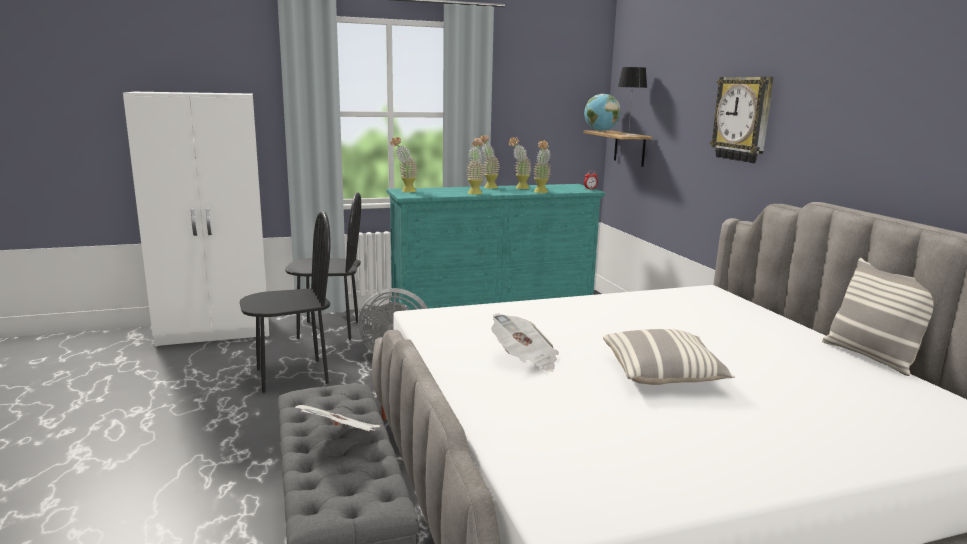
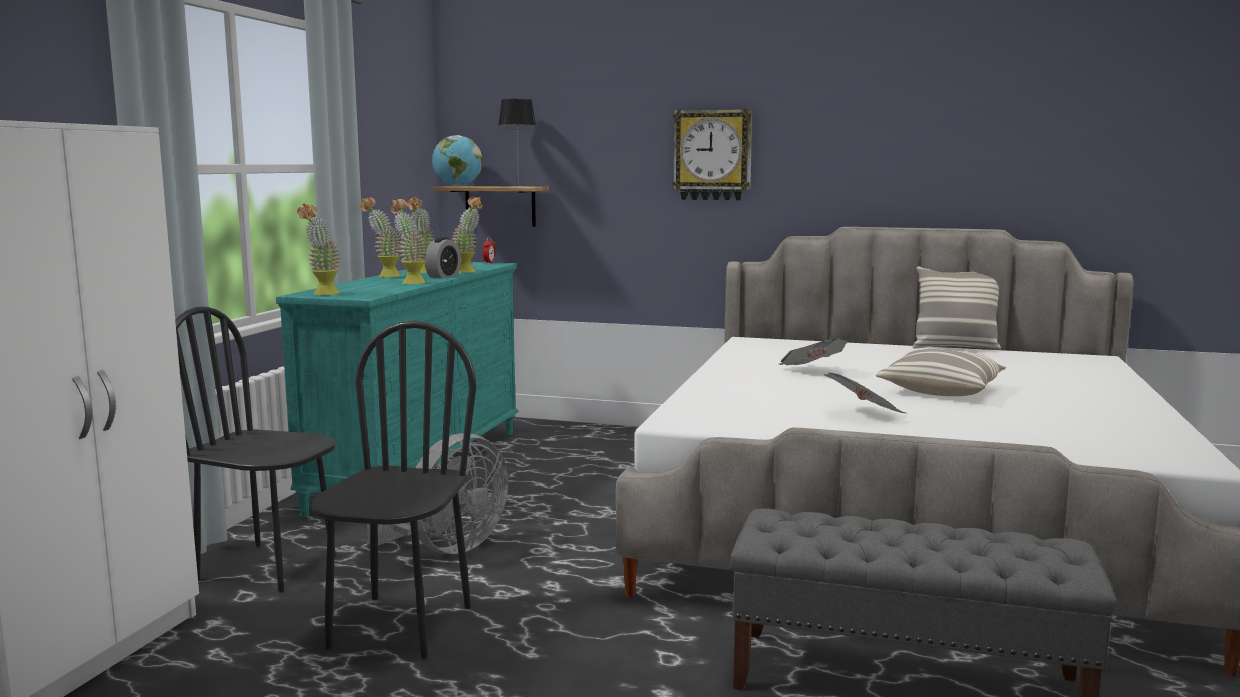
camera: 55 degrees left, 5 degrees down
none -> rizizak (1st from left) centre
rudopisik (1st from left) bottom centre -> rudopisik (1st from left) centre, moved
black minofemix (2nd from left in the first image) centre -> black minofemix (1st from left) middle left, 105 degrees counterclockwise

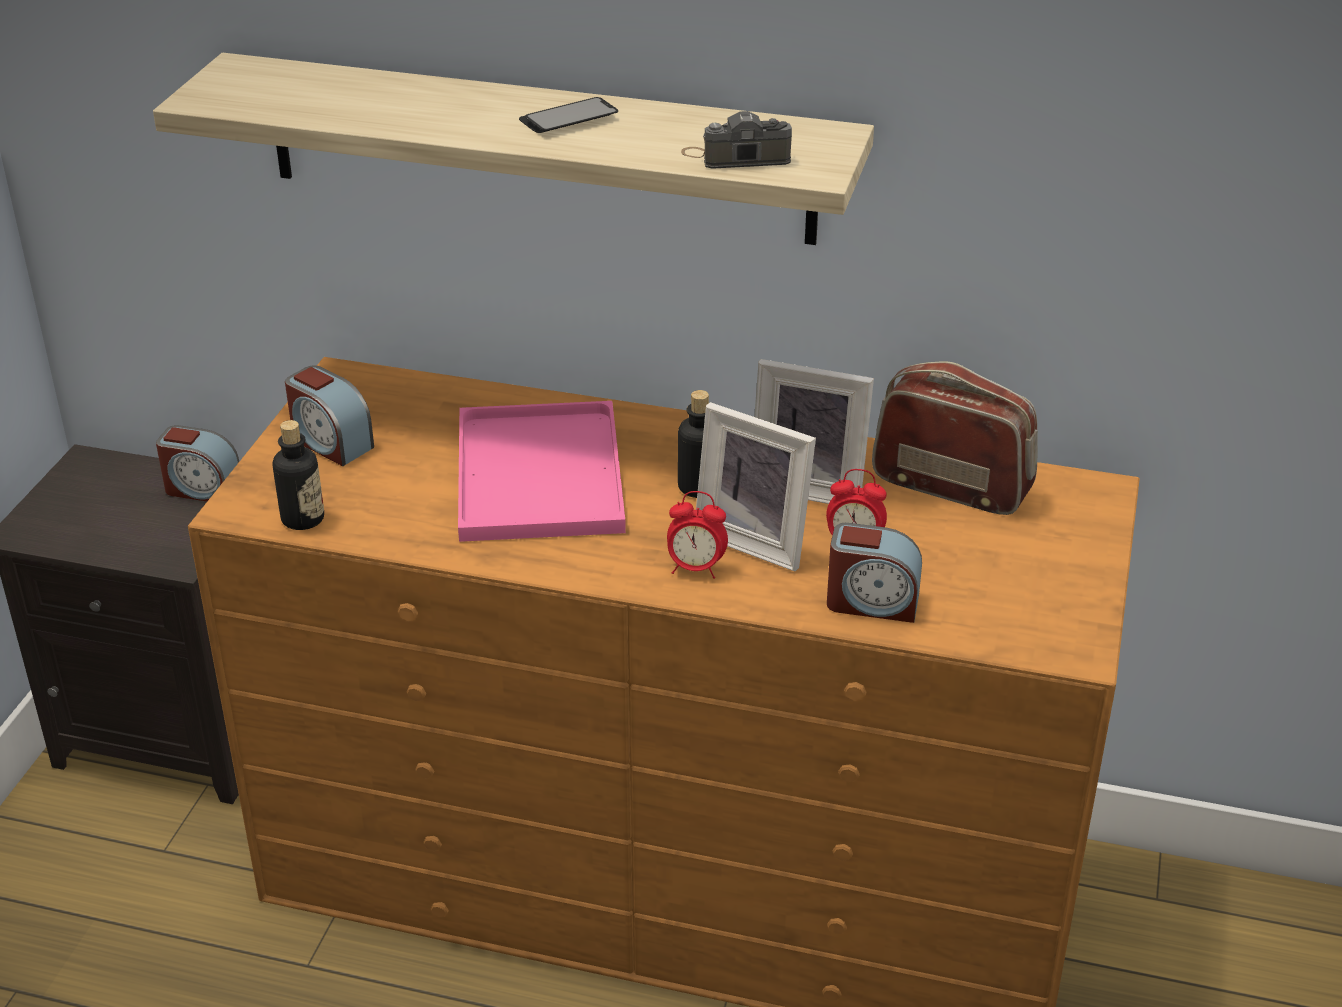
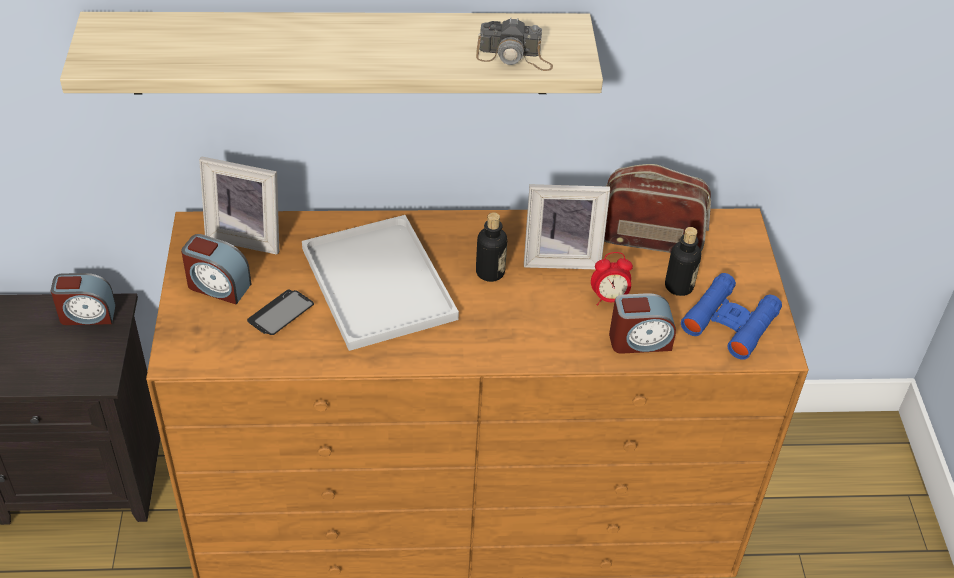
camera: 20 degrees left, 10 degrees up
rizizak (3rd from left) centre -> none
none -> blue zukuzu middle right
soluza (1st from left in the first image) middle left -> soluza (2nd from left) middle right, moved
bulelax top centre -> bulelax middle left, moved
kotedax (1st from left) centre -> kotedax (1st from left) middle left, moved
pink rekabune centre -> white rekabune centre
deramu top centre, 150 degrees counterclockwise

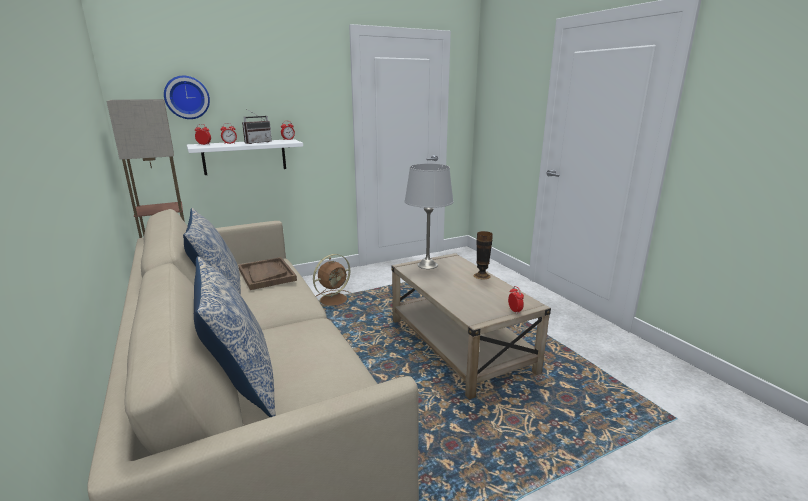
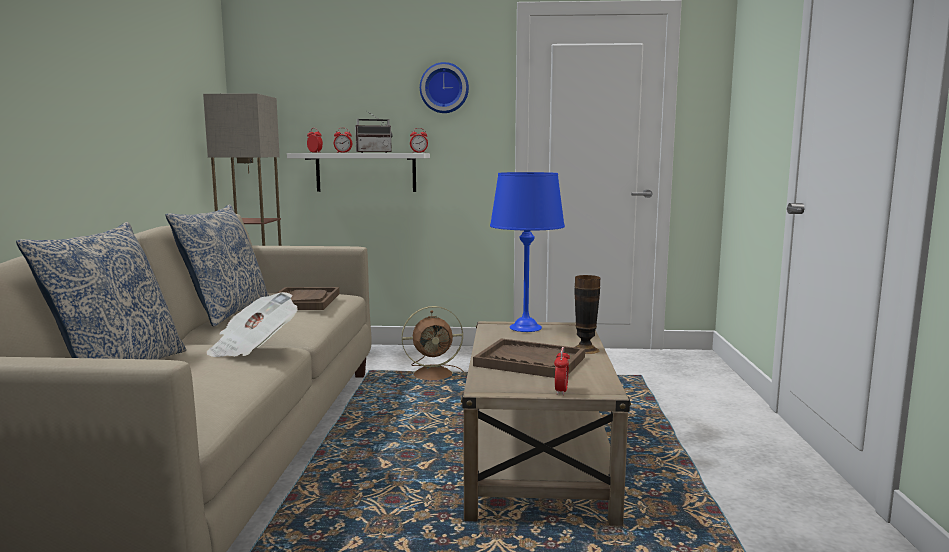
camera: 30 degrees right, 10 degrees down
none -> rudopisik middle left
none -> brown rekabune (2nd from left) centre
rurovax top left -> rurovax top centre, moved
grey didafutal centre -> blue didafutal centre

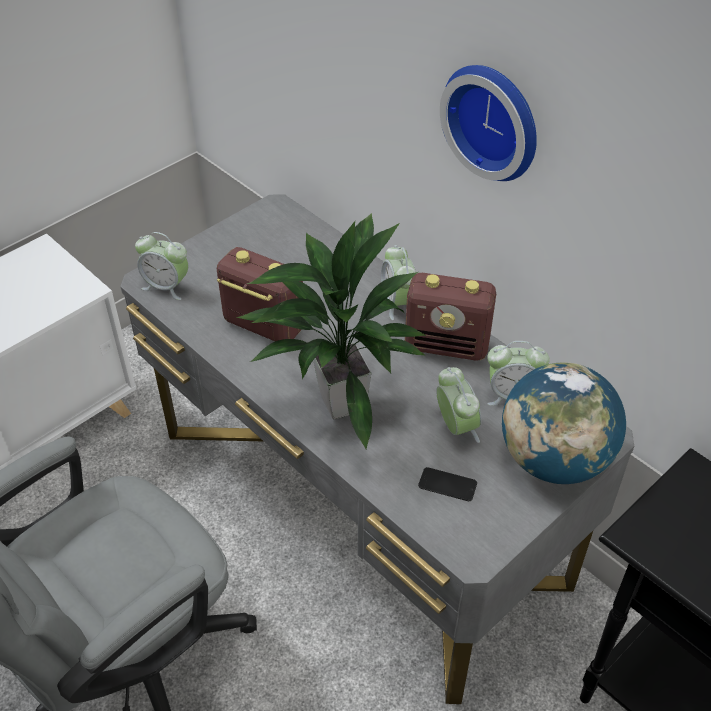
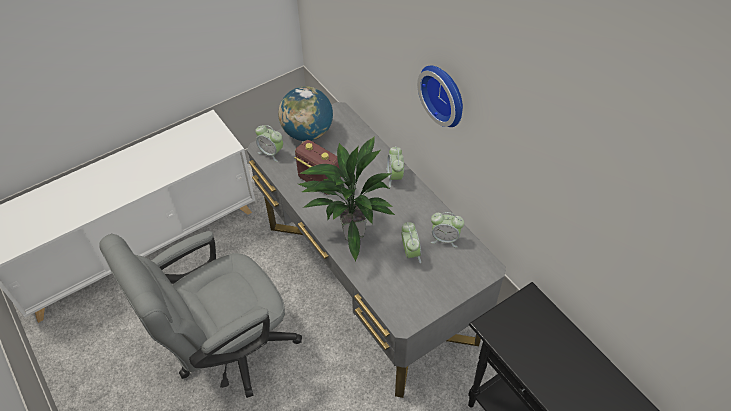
camera: 10 degrees right, 5 degrees up
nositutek (2nd from left) centre -> none
bulelax bottom centre -> none
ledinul middle right -> ledinul top centre, moved

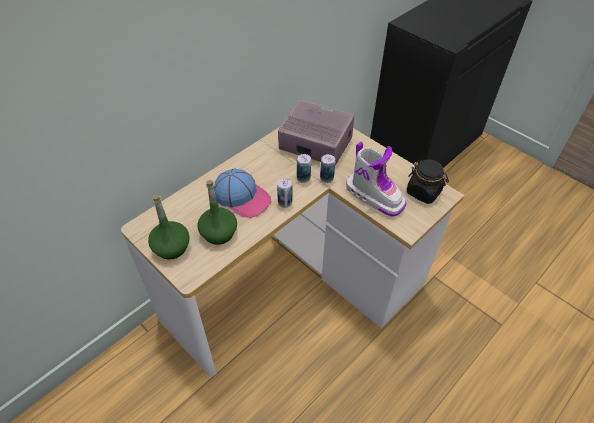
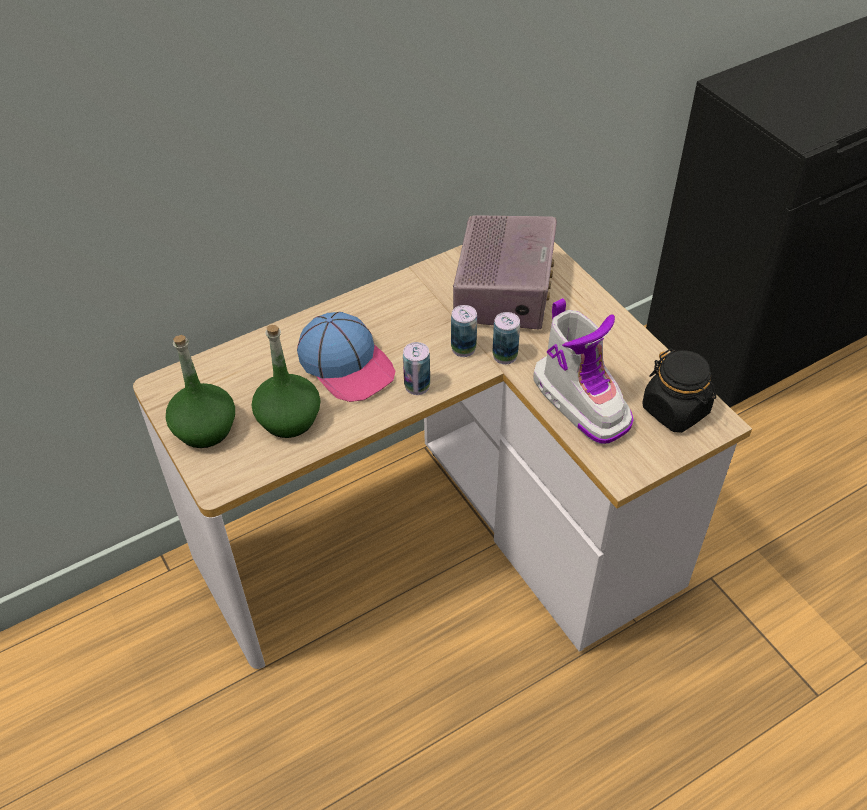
camera: 15 degrees right, 0 degrees up
nositutek top centre -> nositutek centre, 60 degrees clockwise

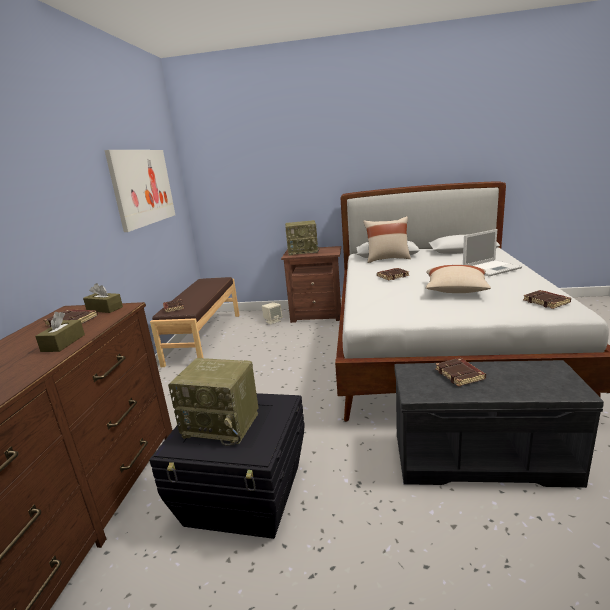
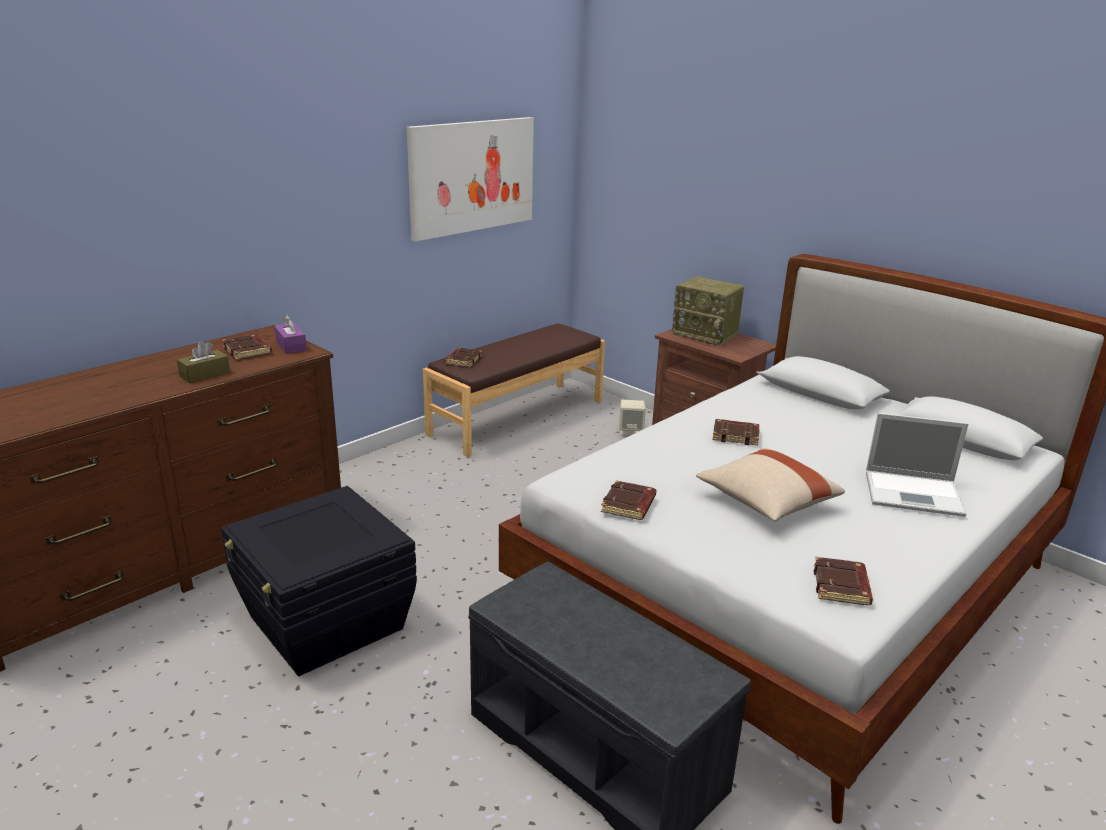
camera: 35 degrees right, 5 degrees up
nositutek (1st from left) centre -> none
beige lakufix (1st from left) centre -> none
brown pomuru (4th from left in the first image) middle right -> brown pomuru (3rd from left) centre, moved
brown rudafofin (2nd from left) middle left -> purple rudafofin middle left

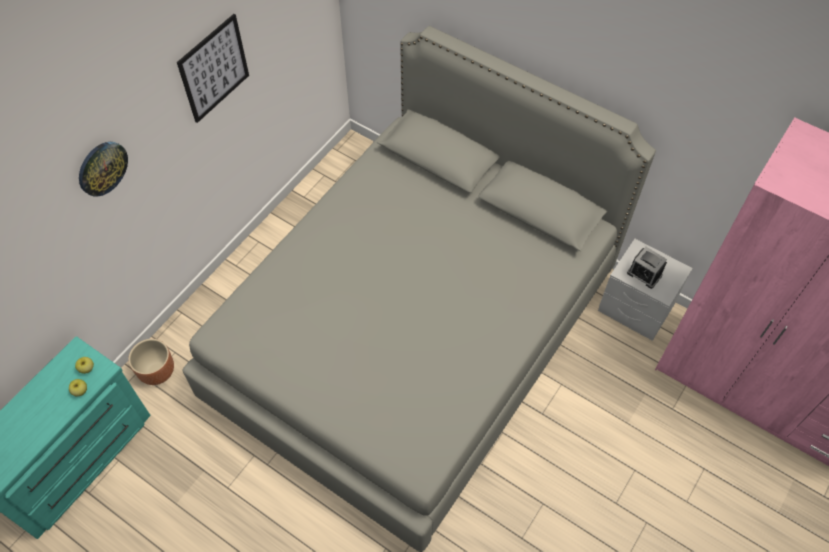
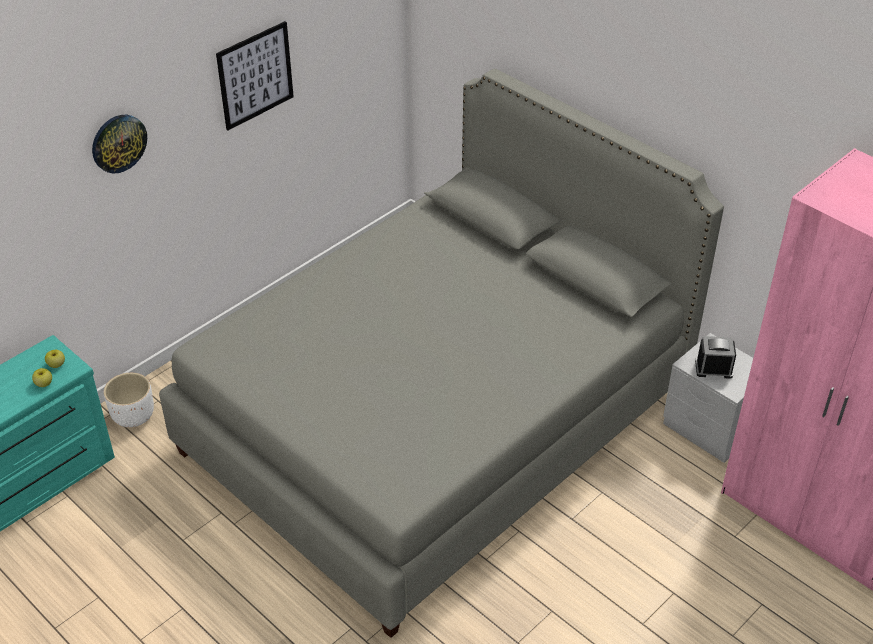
camera: 10 degrees right, 15 degrees down
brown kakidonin middle left -> white kakidonin middle left
rizizak middle right, 135 degrees clockwise

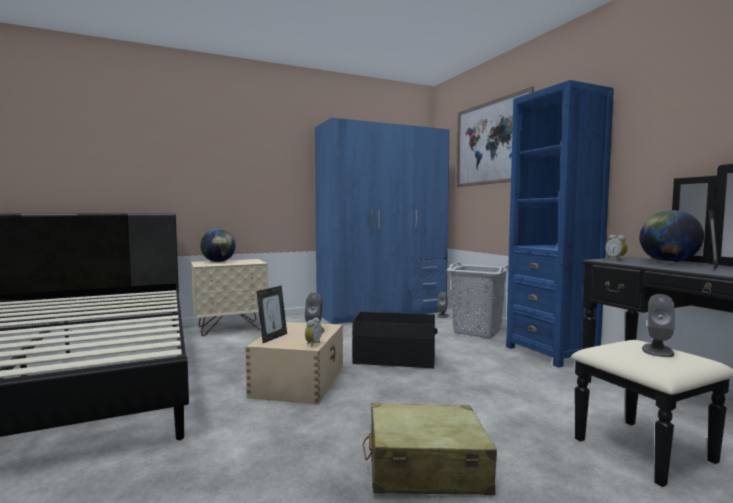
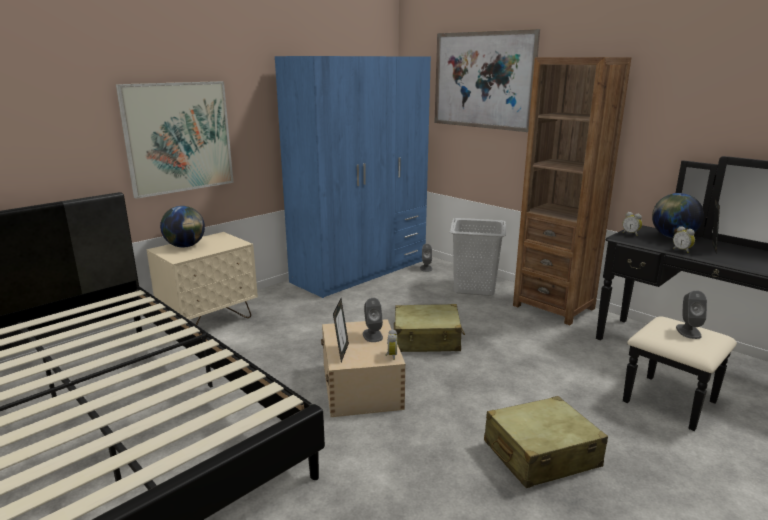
camera: 20 degrees left, 15 degrees up
none -> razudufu (1st from left) top left
none -> rizizak (3rd from left) middle right
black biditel bottom centre -> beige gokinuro (1st from left) centre
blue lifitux middle right -> brown lifitux middle right

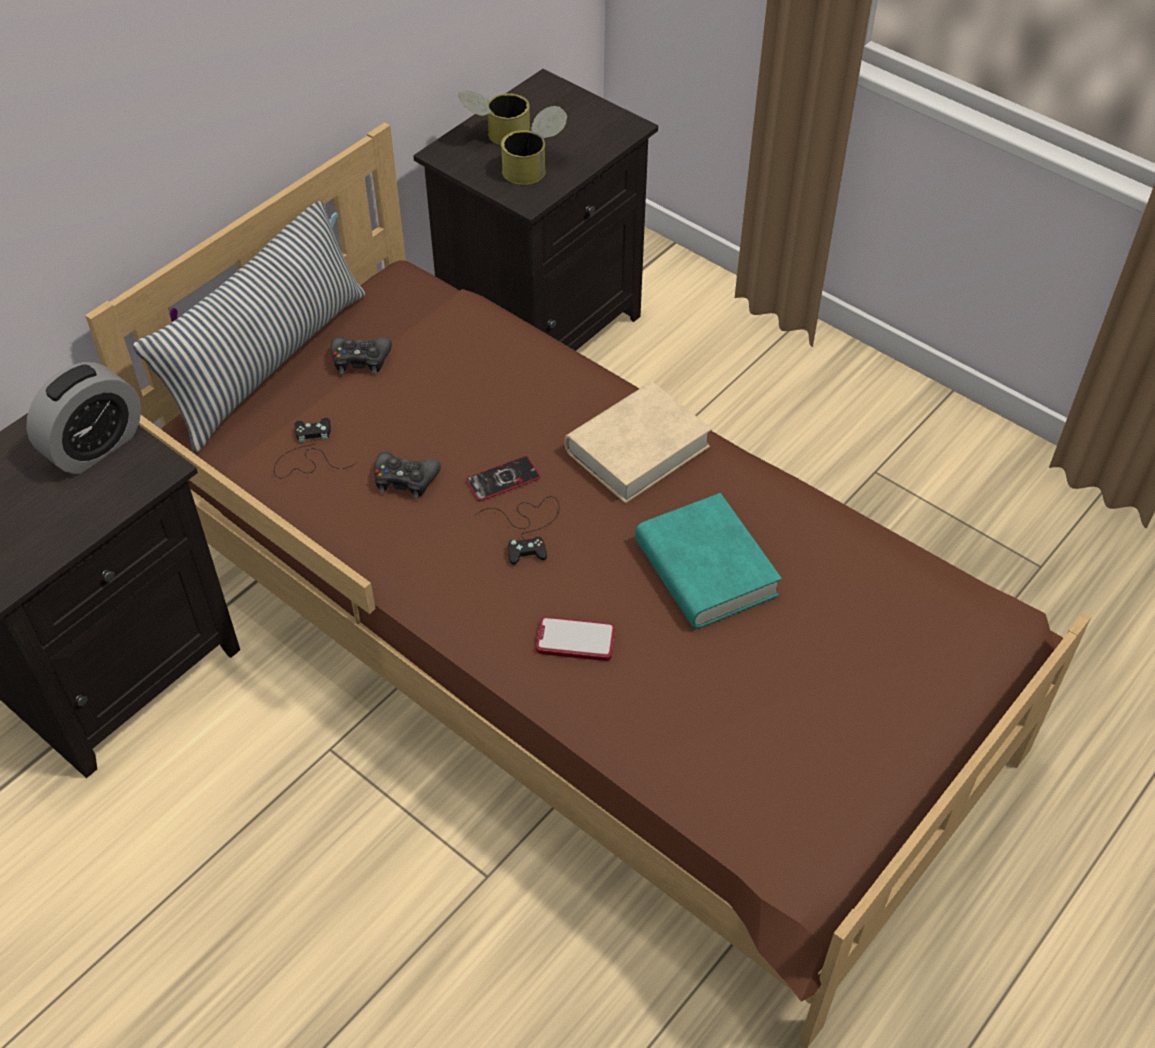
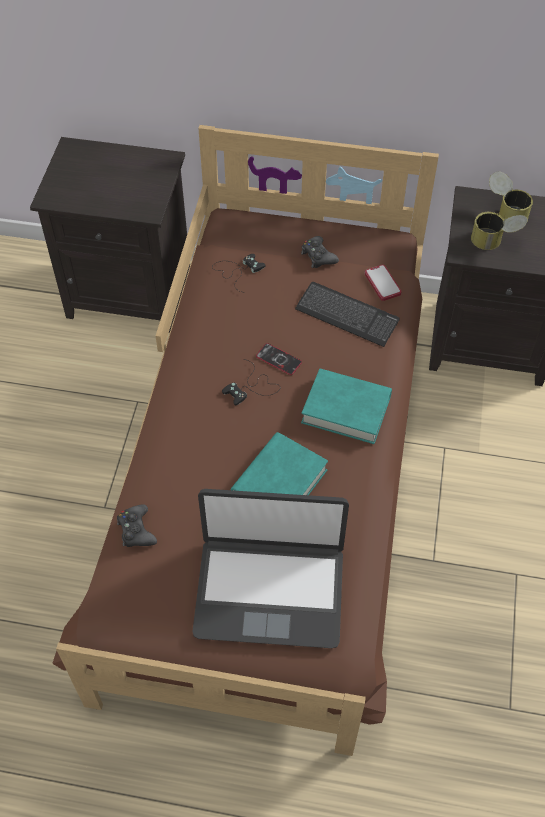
camera: 60 degrees right, 5 degrees up
rizizak middle left -> none
lakufix top left -> none
none -> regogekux bottom centre
none -> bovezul centre
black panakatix (3rd from left in the first image) centre -> black panakatix (1st from left) middle left, moved
bulelax (2nd from left) centre -> bulelax (2nd from left) middle right, moved
beige pomuru centre -> turquoise pomuru (2nd from left) centre

